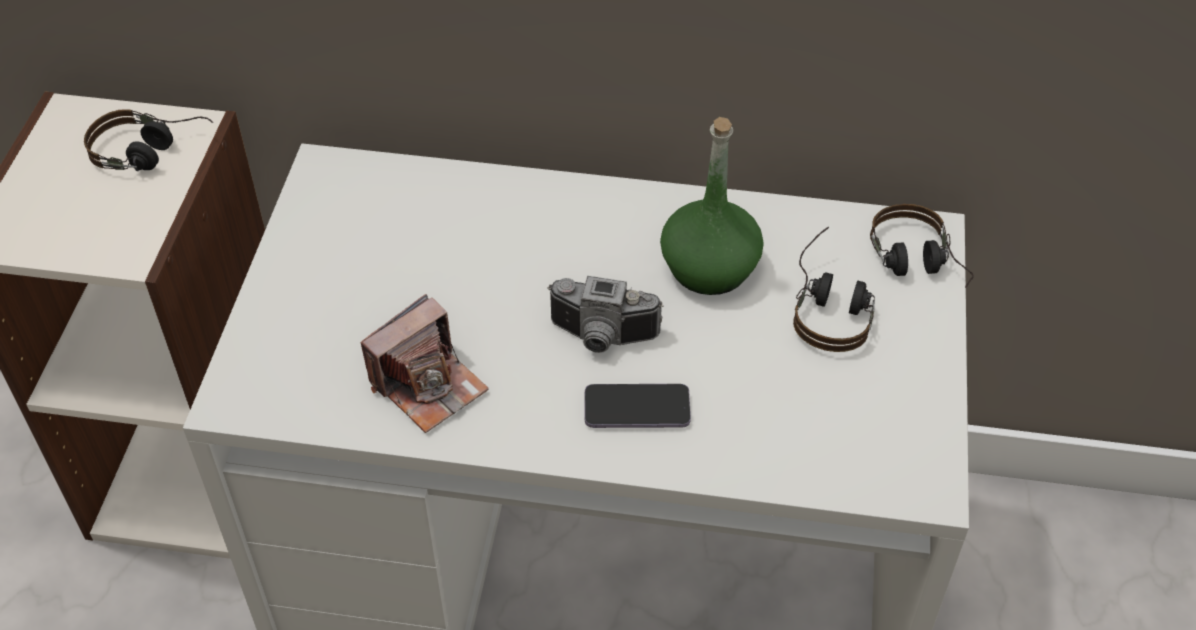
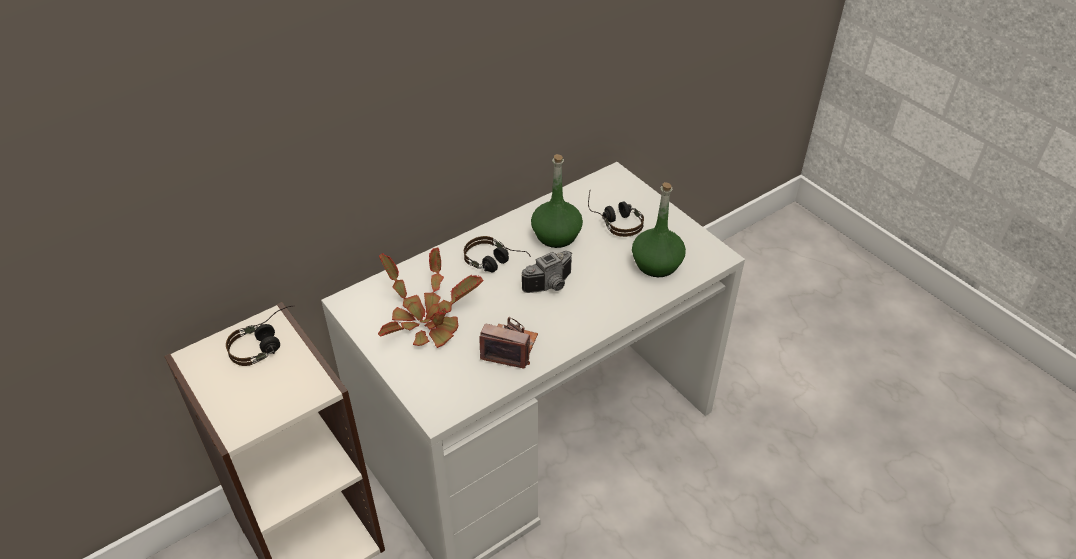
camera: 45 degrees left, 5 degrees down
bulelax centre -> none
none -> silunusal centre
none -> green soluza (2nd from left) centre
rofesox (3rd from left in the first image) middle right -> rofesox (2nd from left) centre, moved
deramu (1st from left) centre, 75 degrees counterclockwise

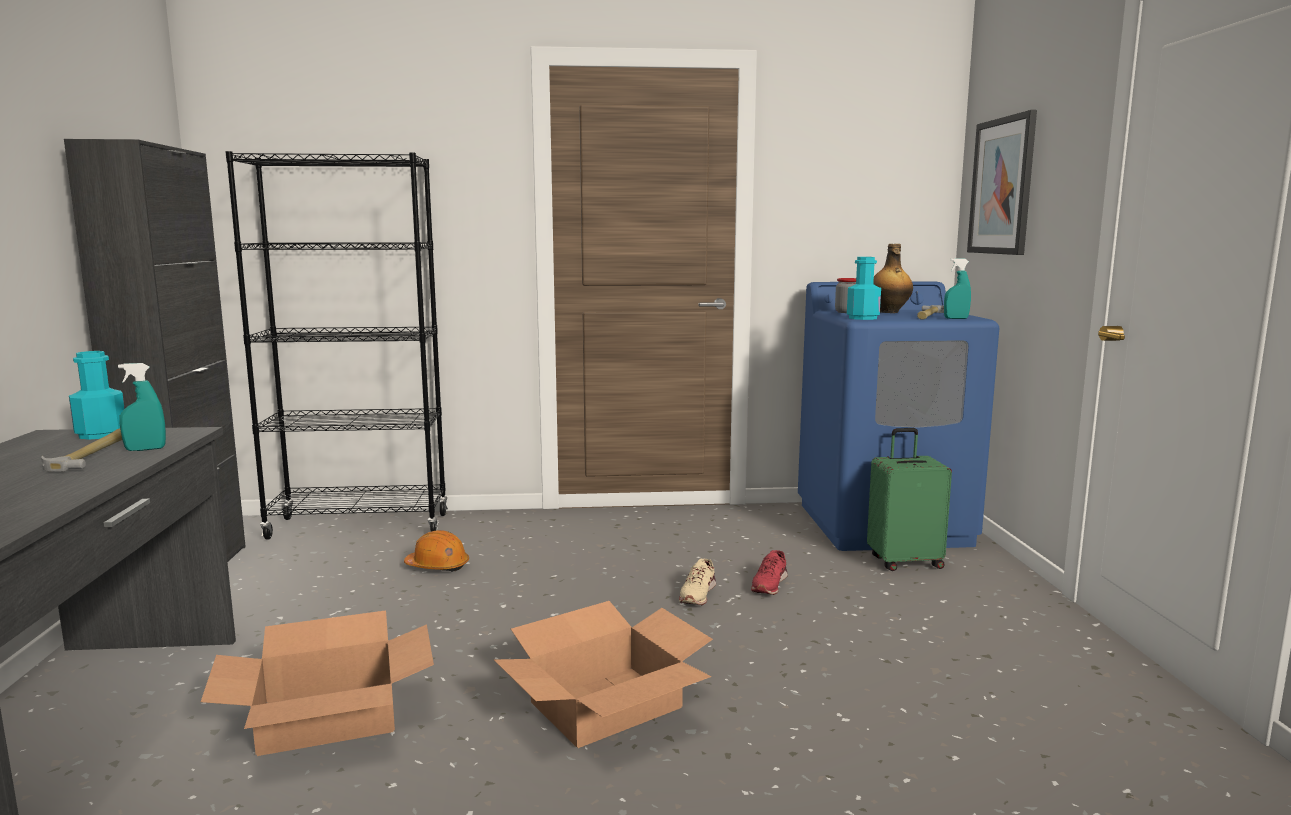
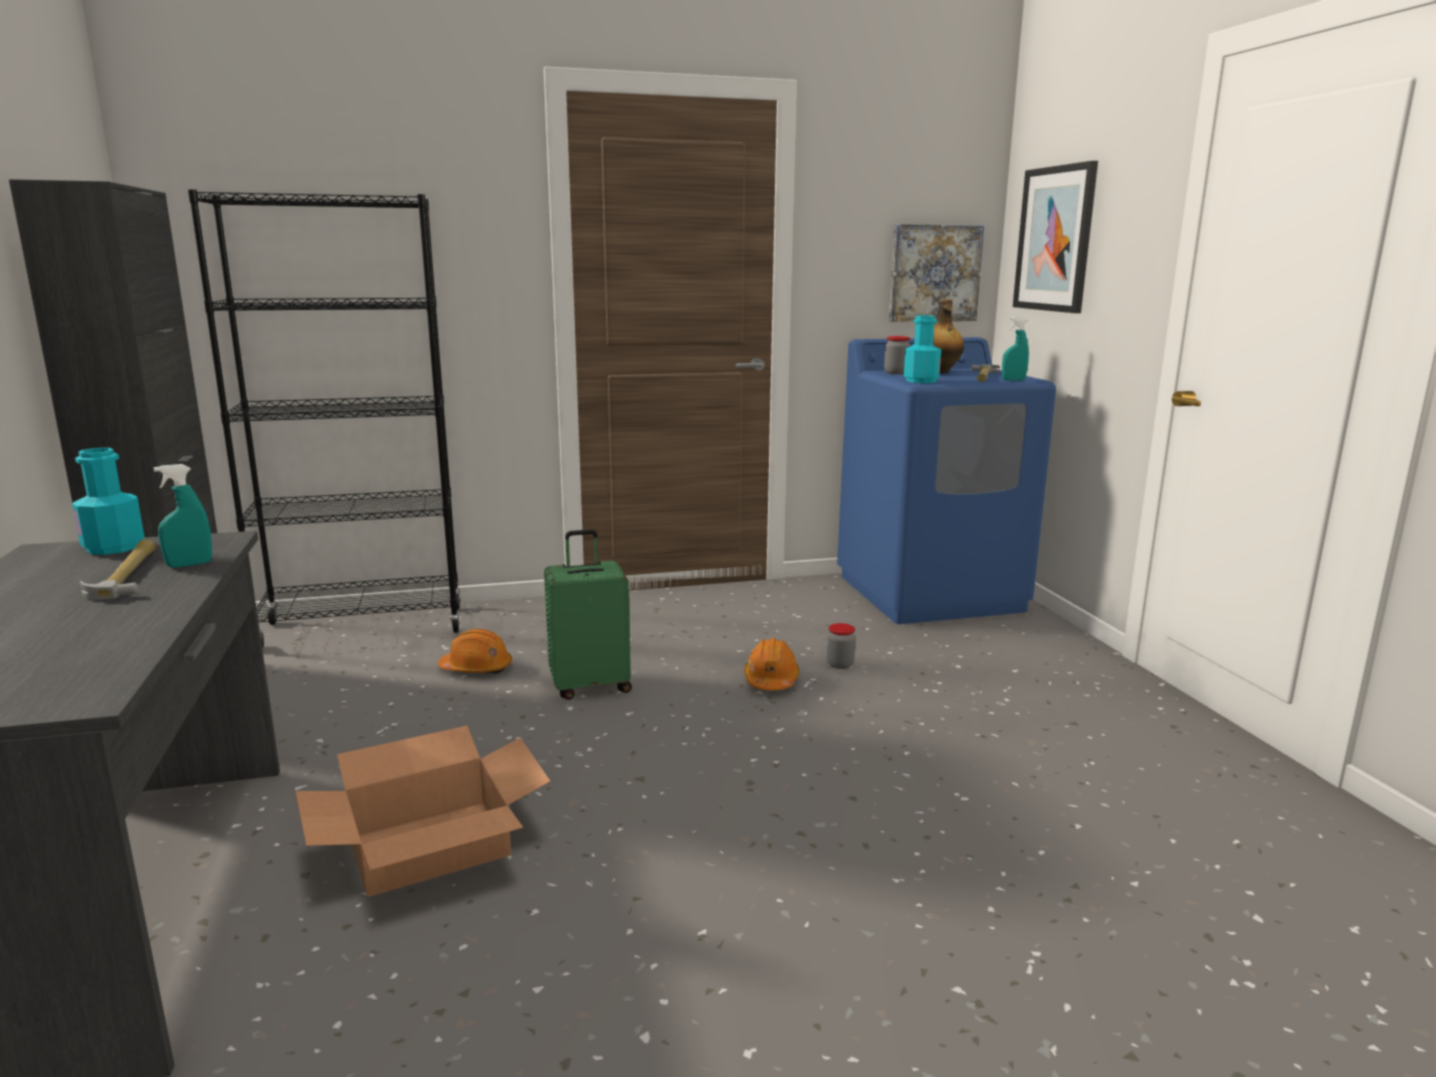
camera: 10 degrees left, 5 degrees up
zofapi (2nd from left) bottom centre -> none
none -> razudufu (1st from left) top centre
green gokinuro middle right -> green gokinuro centre, moved
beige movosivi bottom centre -> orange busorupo (2nd from left) centre
red movosivi bottom centre -> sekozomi (1st from left) centre

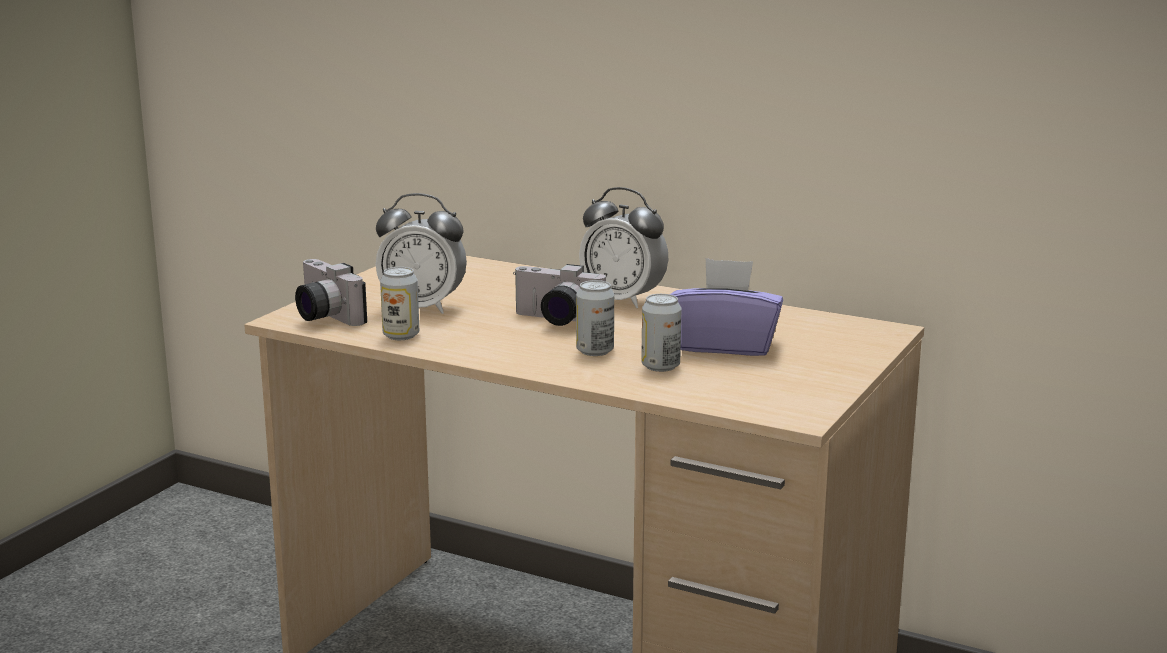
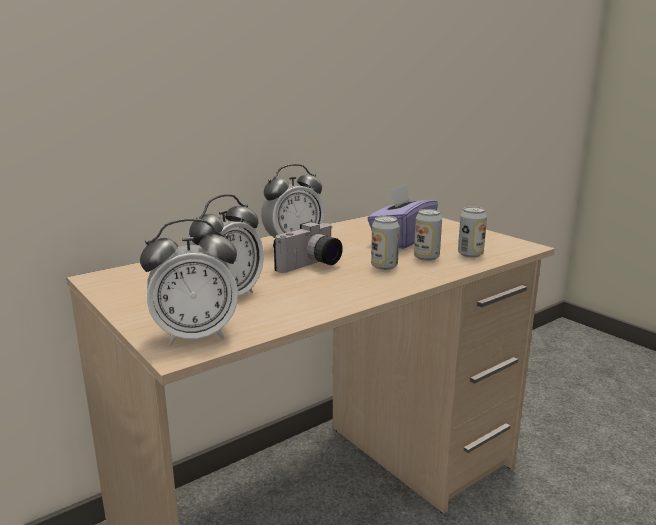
camera: 65 degrees left, 0 degrees up
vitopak (1st from left in the first image) centre -> vitopak (3rd from left) middle right, moved
deramu (1st from left) middle left -> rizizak (1st from left) middle left

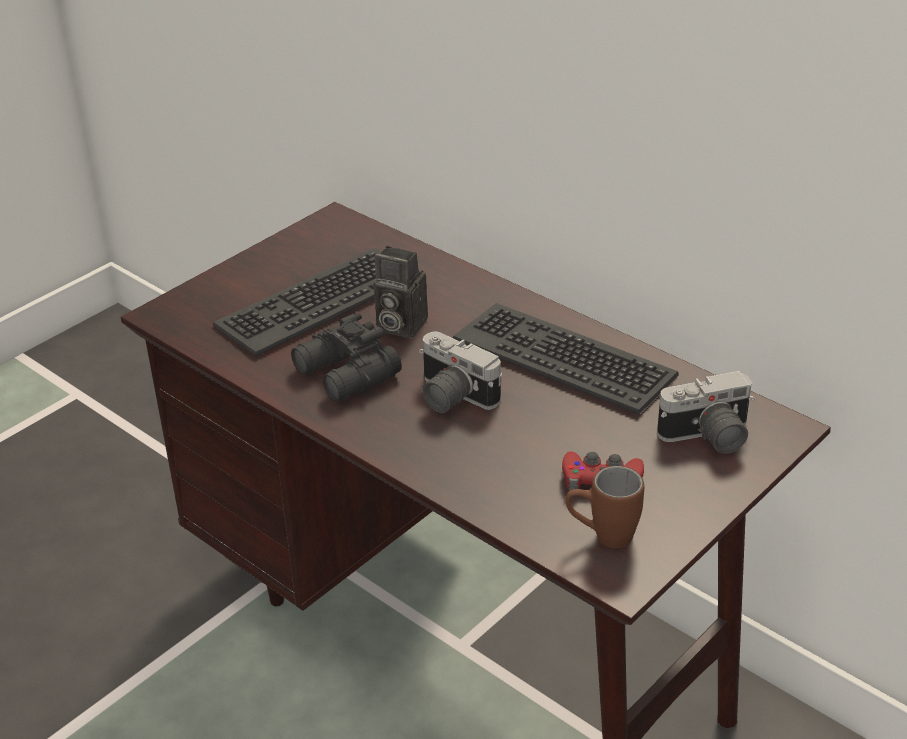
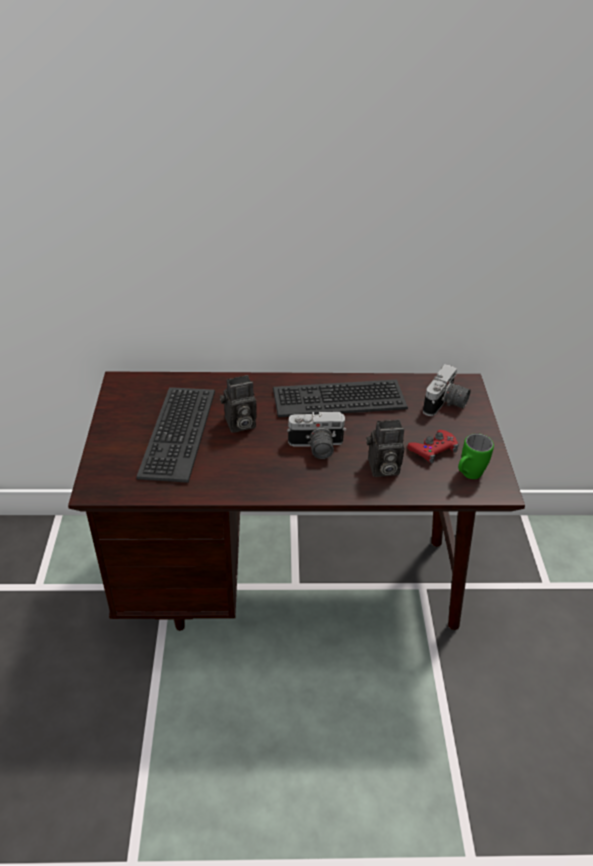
camera: 45 degrees left, 5 degrees up
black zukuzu centre -> none
none -> deramu (3rd from left) centre
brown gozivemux bottom right -> green gozivemux middle right

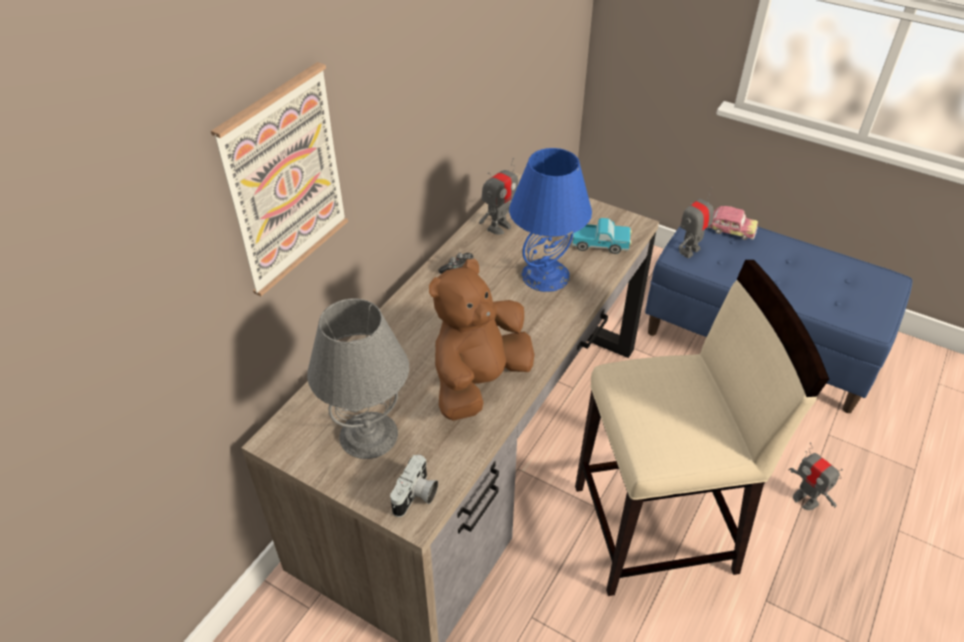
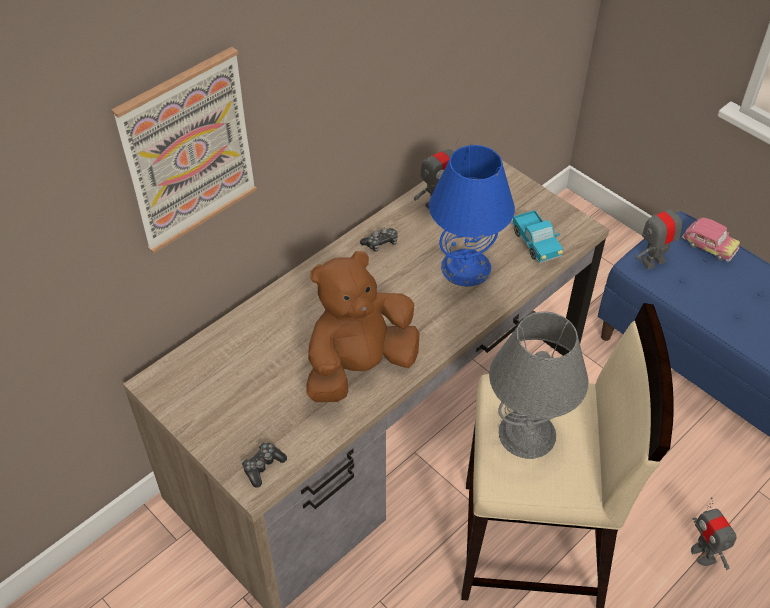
camera: 15 degrees right, 5 degrees up
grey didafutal centre -> grey didafutal middle right, moved
deramu bottom centre -> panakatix (1st from left) bottom centre
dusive centre -> dusive middle right, 45 degrees clockwise

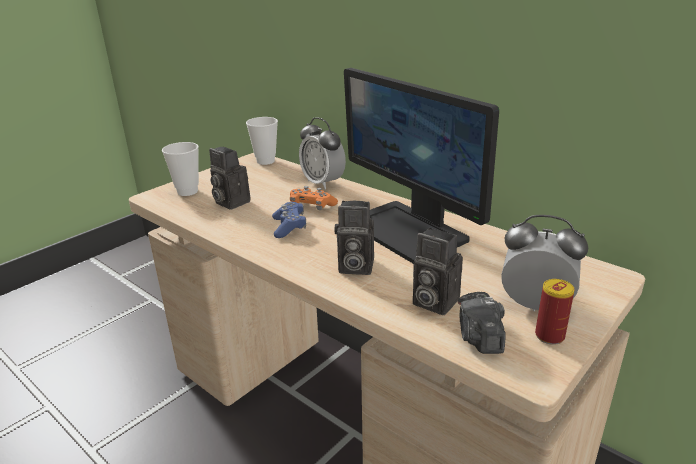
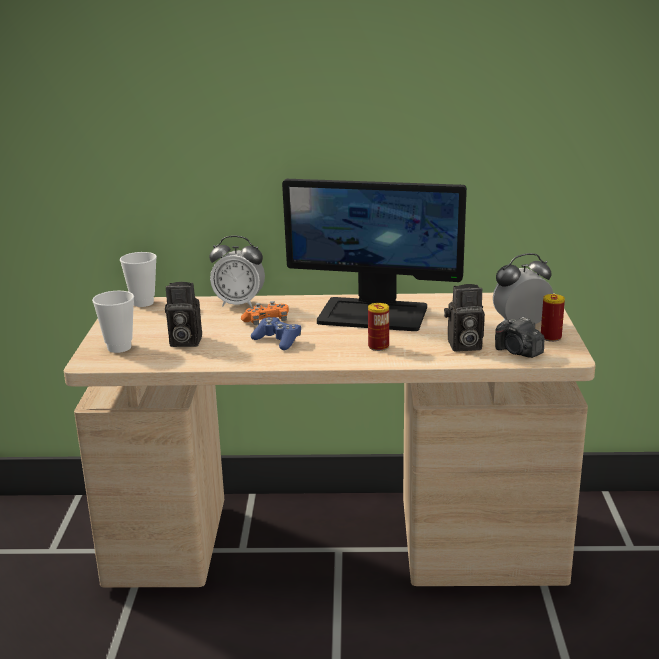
camera: 40 degrees left, 5 degrees down
deramu (2nd from left) centre -> vitopak (1st from left) centre

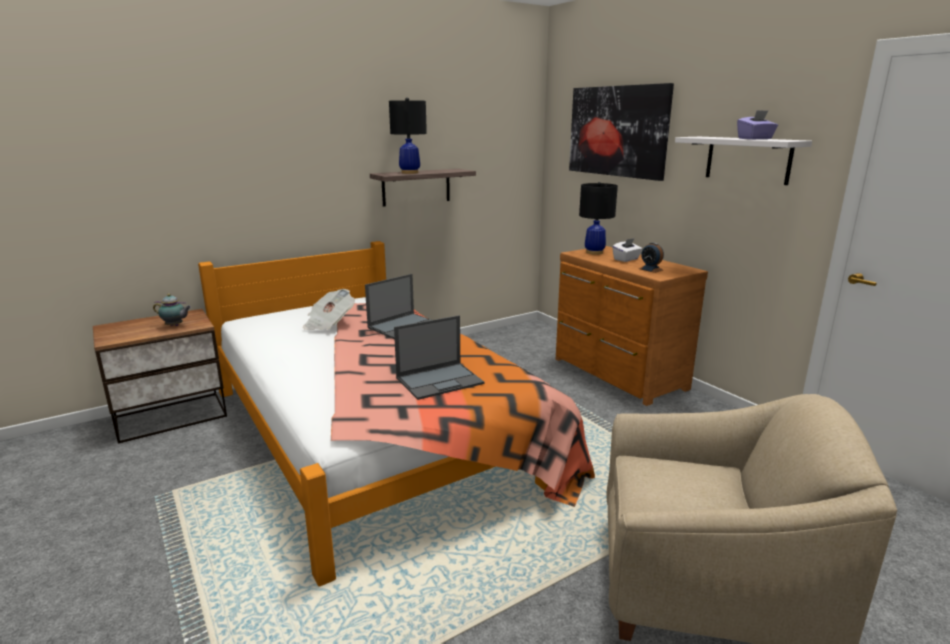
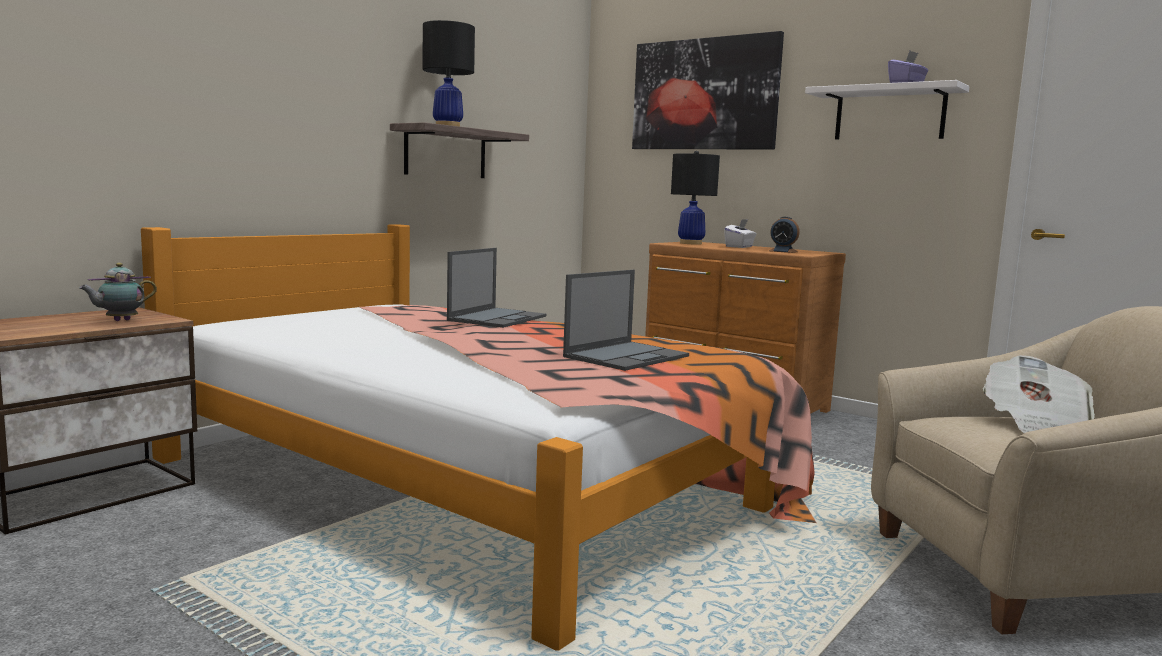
camera: 20 degrees left, 10 degrees down
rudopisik centre -> rudopisik middle right, moved
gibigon middle left, 150 degrees clockwise

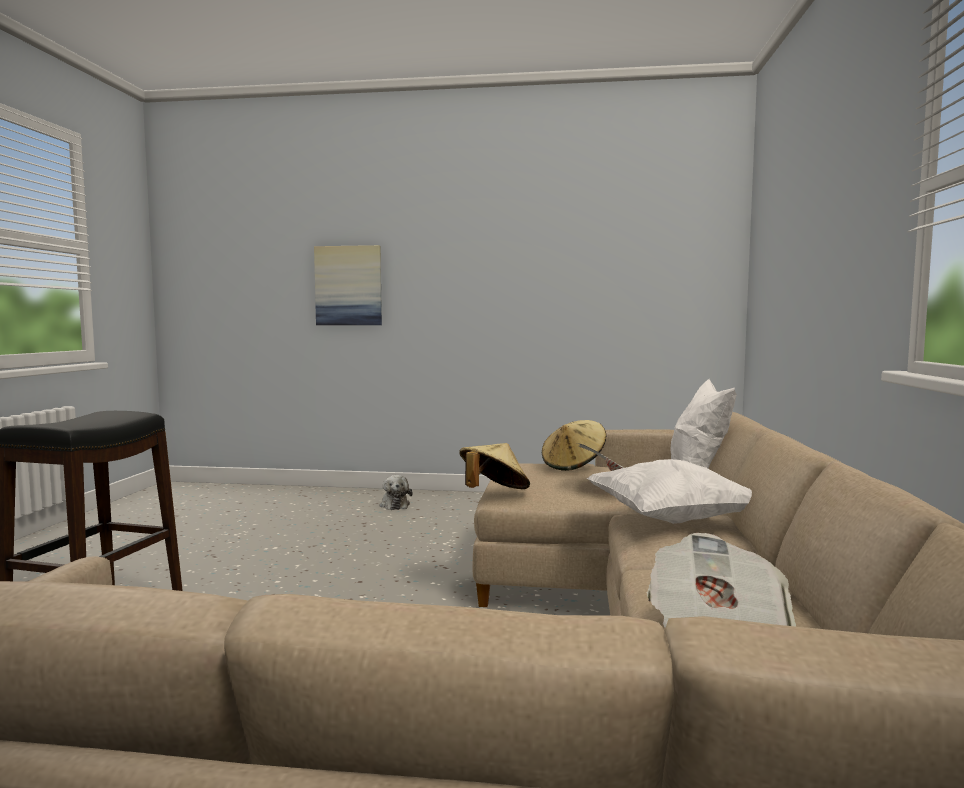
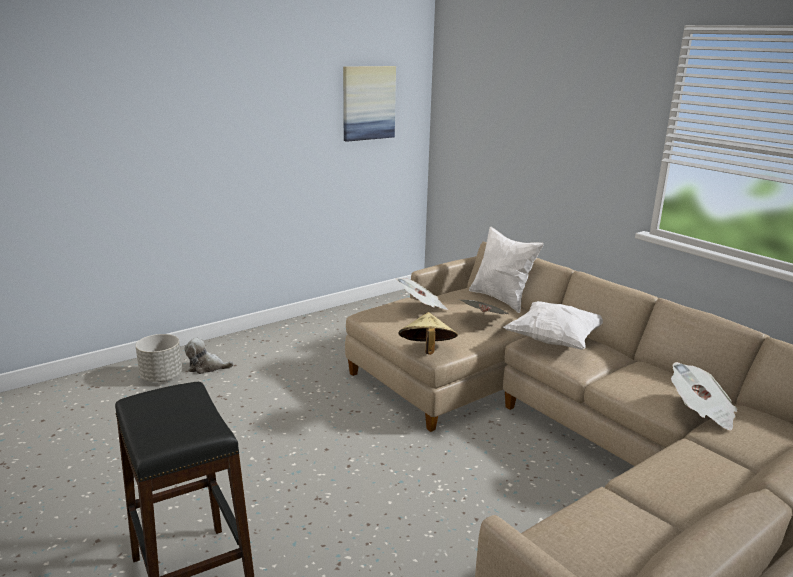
camera: 45 degrees left, 15 degrees up
none -> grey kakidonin middle left
razudufu centre -> razudufu top centre, moved
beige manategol (2nd from left) centre -> rudopisik (1st from left) centre
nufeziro centre -> nufeziro middle left, 150 degrees clockwise

